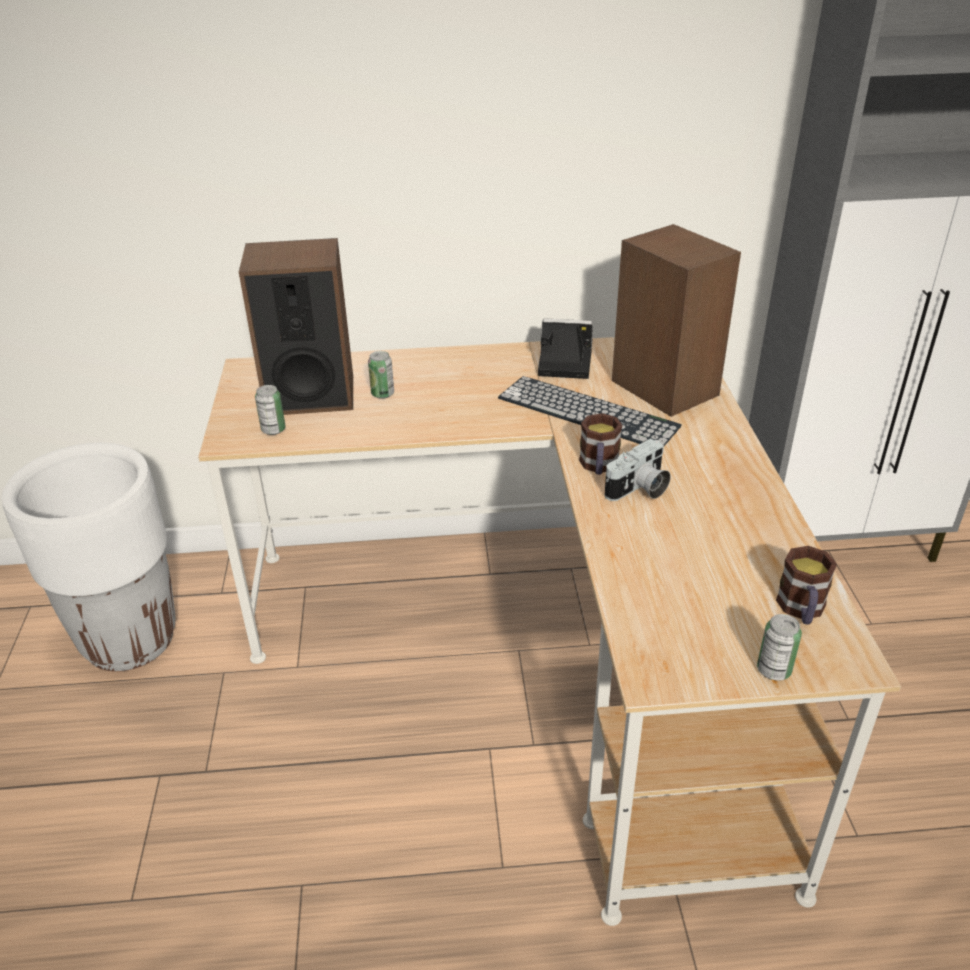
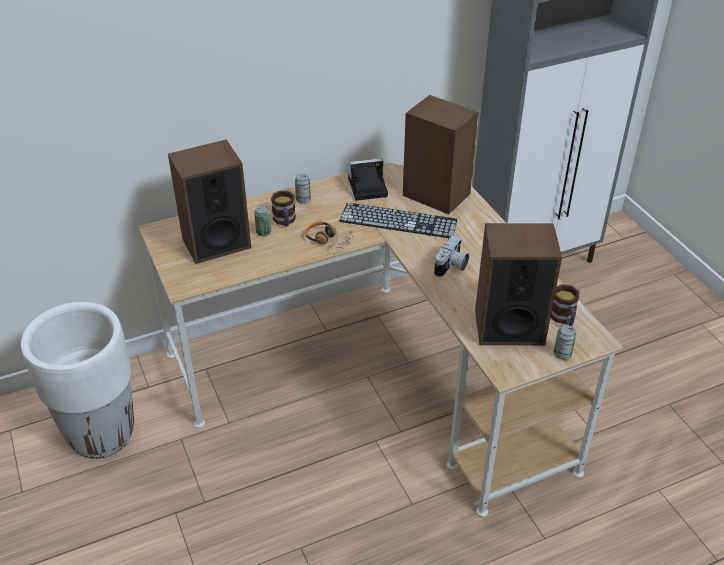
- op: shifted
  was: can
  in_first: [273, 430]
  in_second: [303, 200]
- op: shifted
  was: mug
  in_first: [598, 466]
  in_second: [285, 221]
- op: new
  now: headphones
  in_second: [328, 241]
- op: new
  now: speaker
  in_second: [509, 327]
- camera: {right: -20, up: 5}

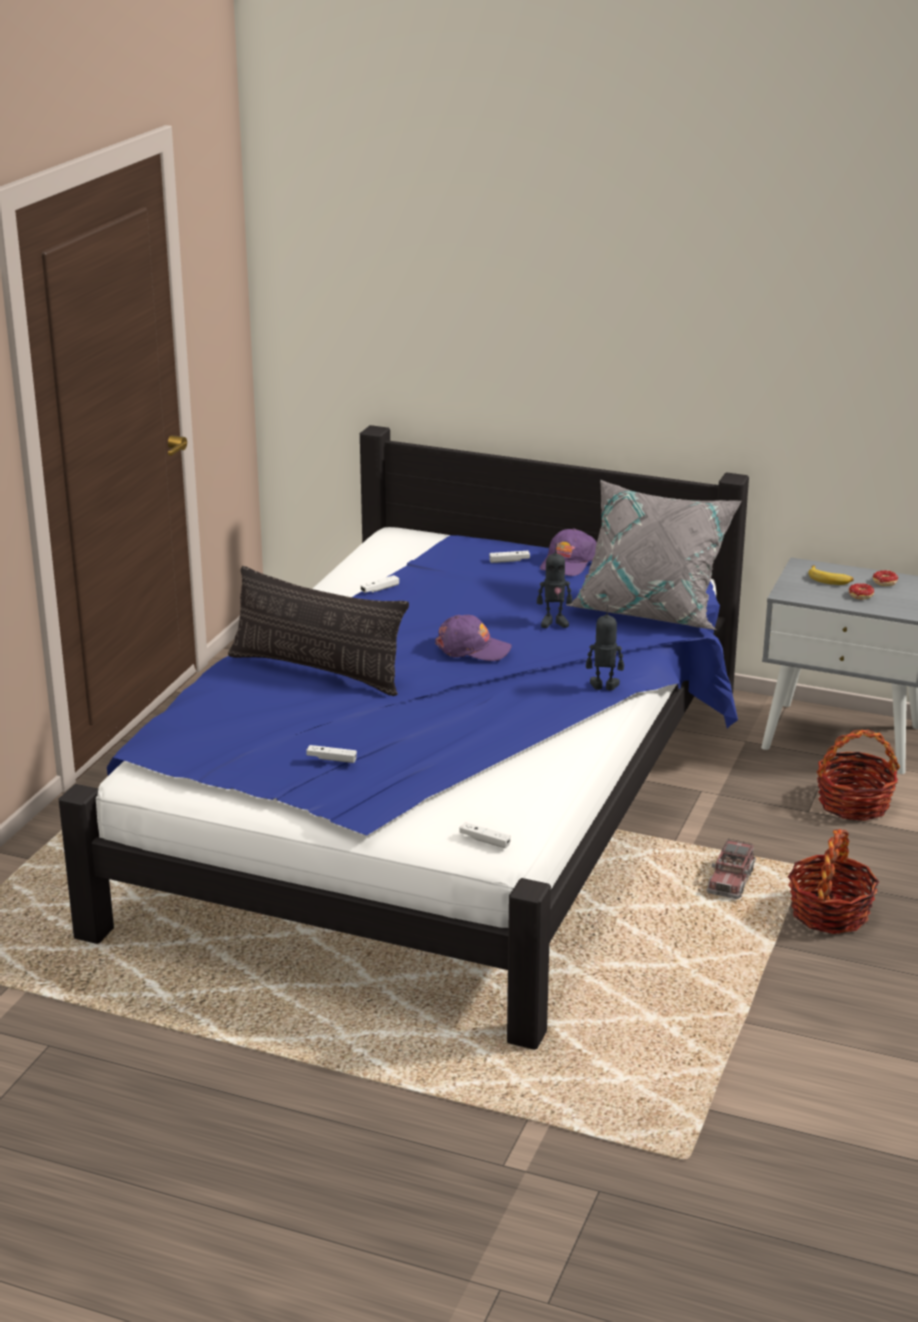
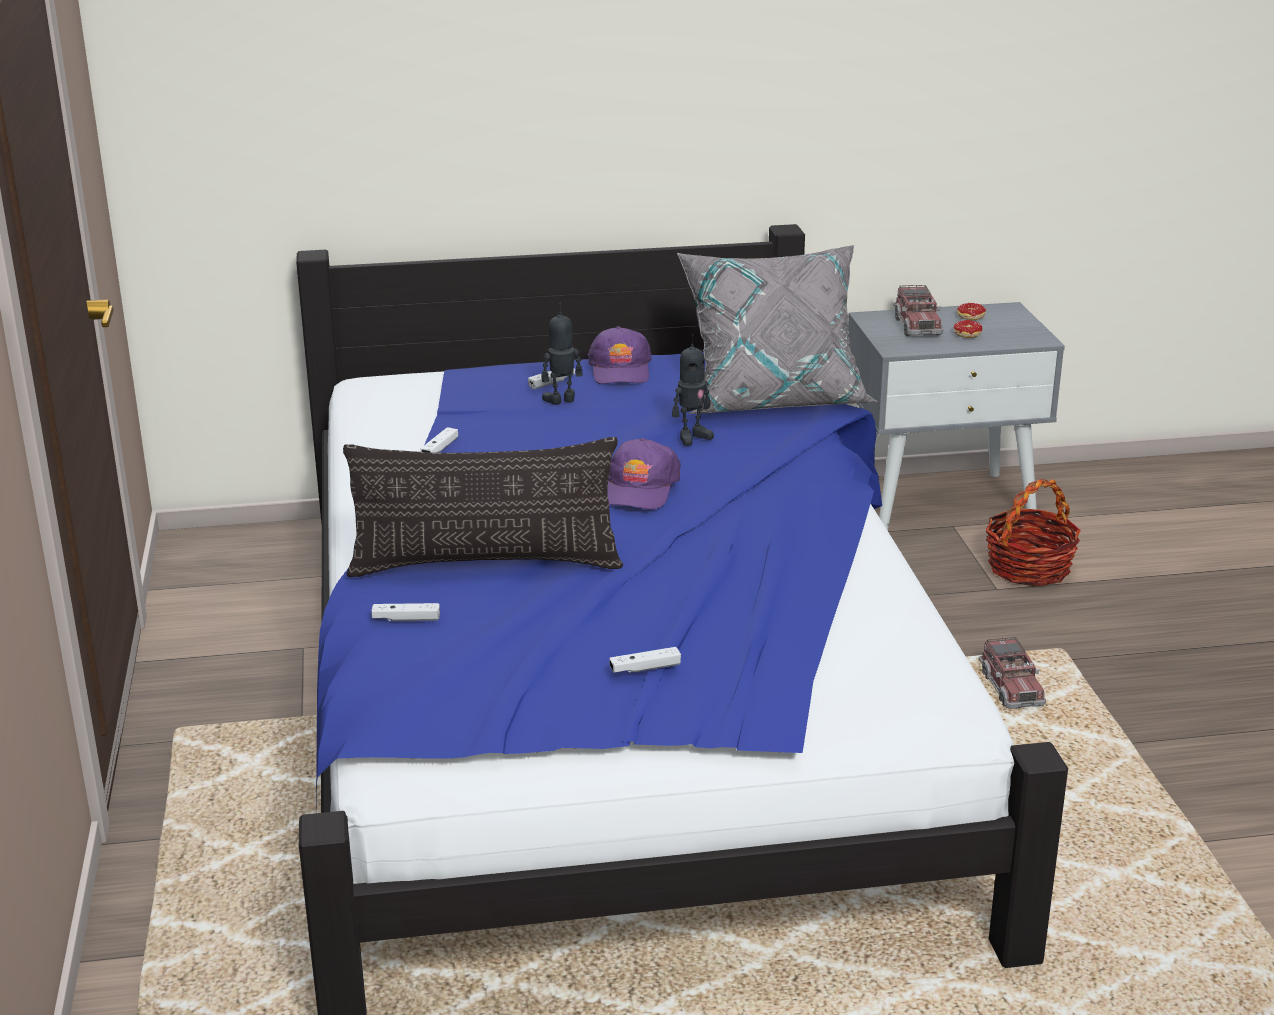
- op: swapped
  was: banana
  now: toy truck
  in_first: [829, 580]
  in_second: [917, 325]
- op: shifted
  was: toy robot
  in_first: [604, 687]
  in_second: [562, 401]
- op: rotated
  was: purple cap
  in_first: [472, 648]
  in_second: [640, 488]
  clockwise: 120
- op: shifted
  was: white game controller
  in_first: [484, 840]
  in_second: [406, 619]
- op: gone
  was: basket
  in_first: [829, 913]
- camera: {right: -30, up: 0}

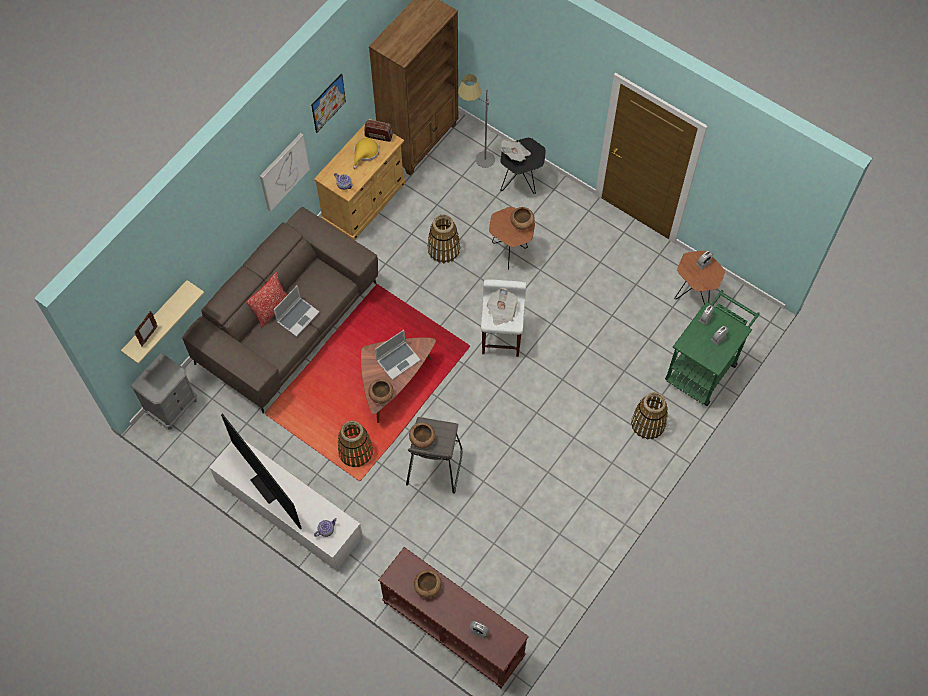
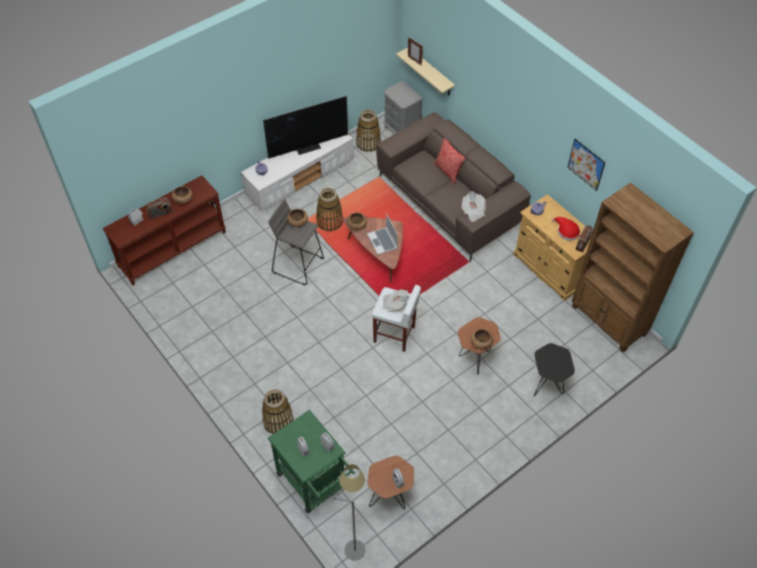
- op: shifted
  was: grey floor lamp
  in_first: [476, 162]
  in_second: [354, 540]
- op: gone
  was: picture
  in_first: [283, 171]
- op: repainted
  was: yellow hat
  now: red hat
  in_first: [365, 153]
  in_second: [566, 231]
- op: shifted
  was: newspaper
  in_first: [515, 155]
  in_second: [473, 211]
- op: shifted
  was: basket
  in_first: [444, 249]
  in_second: [368, 143]
- op: gone
  was: laptop
  in_first: [298, 316]
- op: new
  now: radio
  in_second: [160, 213]
- camera: {right: 105, up: -10}

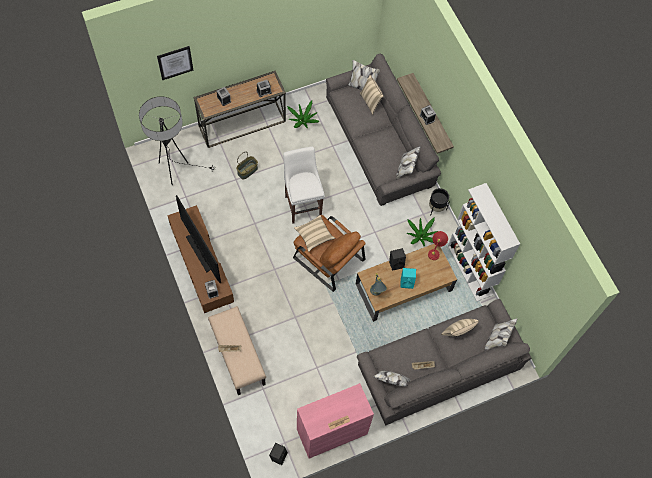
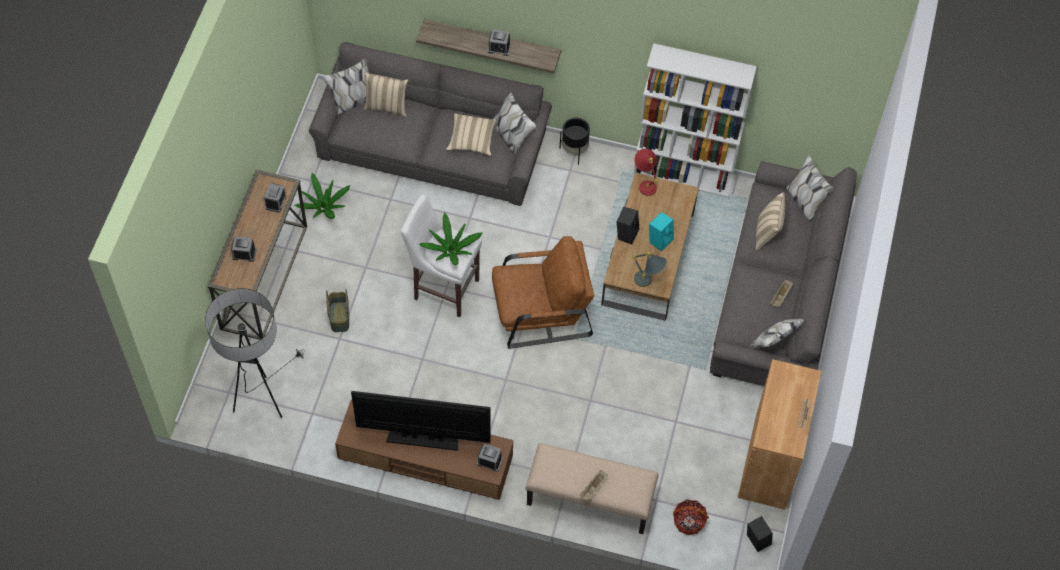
- op: gone
  was: picture
  in_first: [175, 62]
- op: shifted
  was: beige pillow
  in_first: [314, 235]
  in_second: [472, 139]
- op: shifted
  was: potted plant
  in_first: [421, 236]
  in_second: [451, 250]
- op: repainted
  was: pink cabinet
  now: brown cabinet
  in_first: [332, 431]
  in_second: [770, 461]
- op: new
  now: basket
  in_second: [688, 521]
- camera: {right: -50, up: -5}

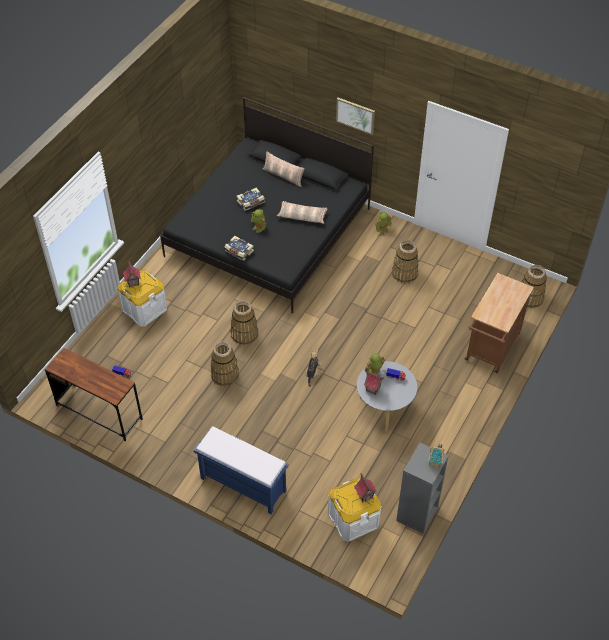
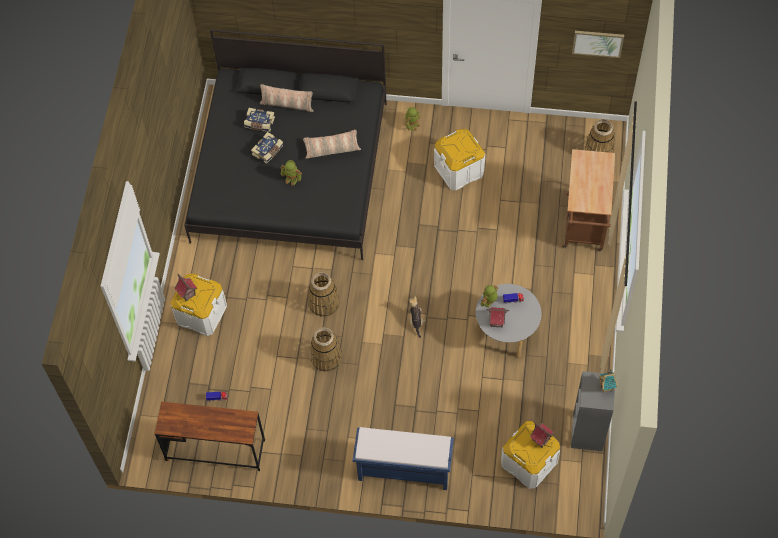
- op: shifted
  was: picture
  in_first: [355, 115]
  in_second: [597, 43]
- op: shifted
  was: book
  in_first: [239, 252]
  in_second: [259, 123]
- op: swapped
  was: basket
  now: white storage box
  in_first: [404, 274]
  in_second: [459, 170]
- camera: {right: -20, up: 10}

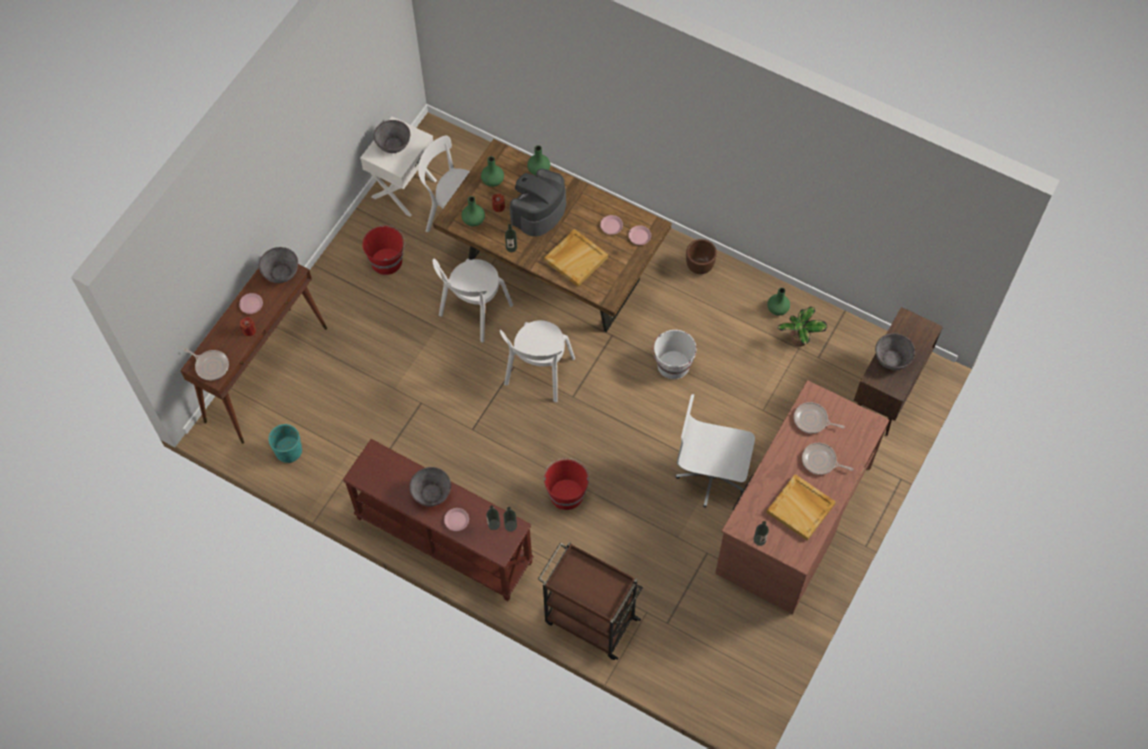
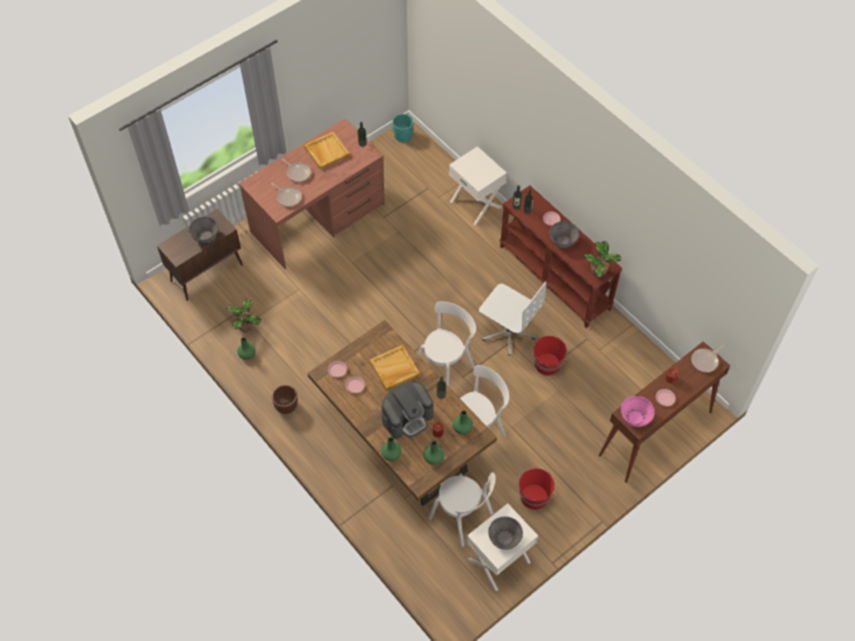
- op: repainted
  was: grey bowl
  now: pink bowl
  in_first: [281, 272]
  in_second: [635, 417]
- op: gone
  was: white bucket
  in_first: [673, 365]
- op: rotated
  was: frying pan
  in_first: [211, 365]
  in_second: [705, 361]
  clockwise: -90
- op: shifted
  was: white office chair
  in_first: [712, 475]
  in_second: [507, 332]
- op: shifted
  was: turquoise planter
  in_first: [288, 451]
  in_second: [403, 135]
- op: shifted
  was: red bucket
  in_first: [566, 493]
  in_second: [547, 364]
- op: swapped
  was: brown cart
  now: white nightstand
  in_first: [589, 620]
  in_second: [476, 204]
- op: new
  now: potted plant
  in_second: [599, 273]
- camera: {right: -160, up: -5}

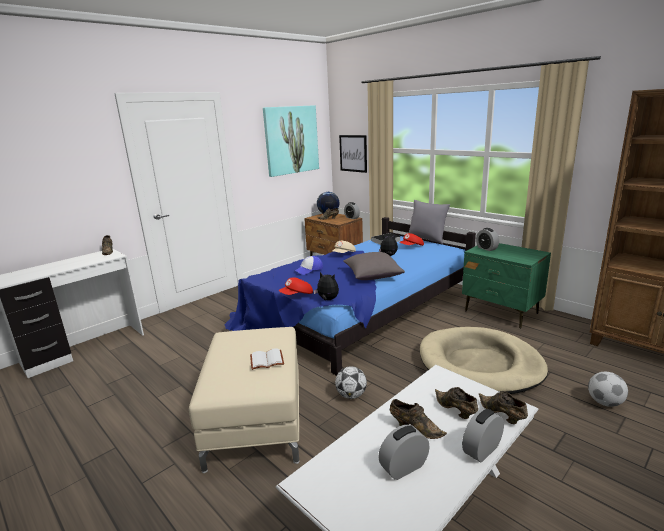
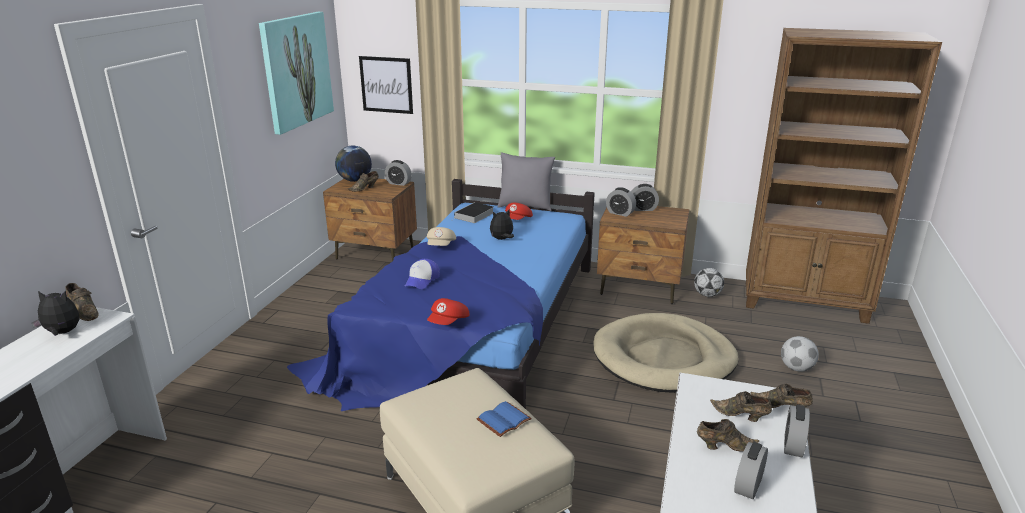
- op: repainted
  was: green nightstand
  now: brown nightstand
  in_first: [501, 312]
  in_second: [639, 288]
- op: gone
  was: grey pillow
  in_first: [372, 276]
- op: shifted
  was: plush toy
  in_first: [327, 300]
  in_second: [62, 333]
- op: repainted
  was: white book
  now: blue book
  in_first: [266, 361]
  in_second: [504, 421]
- op: shifted
  was: football
  in_first: [351, 395]
  in_second: [707, 295]
- op: new
  now: alarm clock
  in_second: [643, 209]
- camera: {right: -30, up: 5}

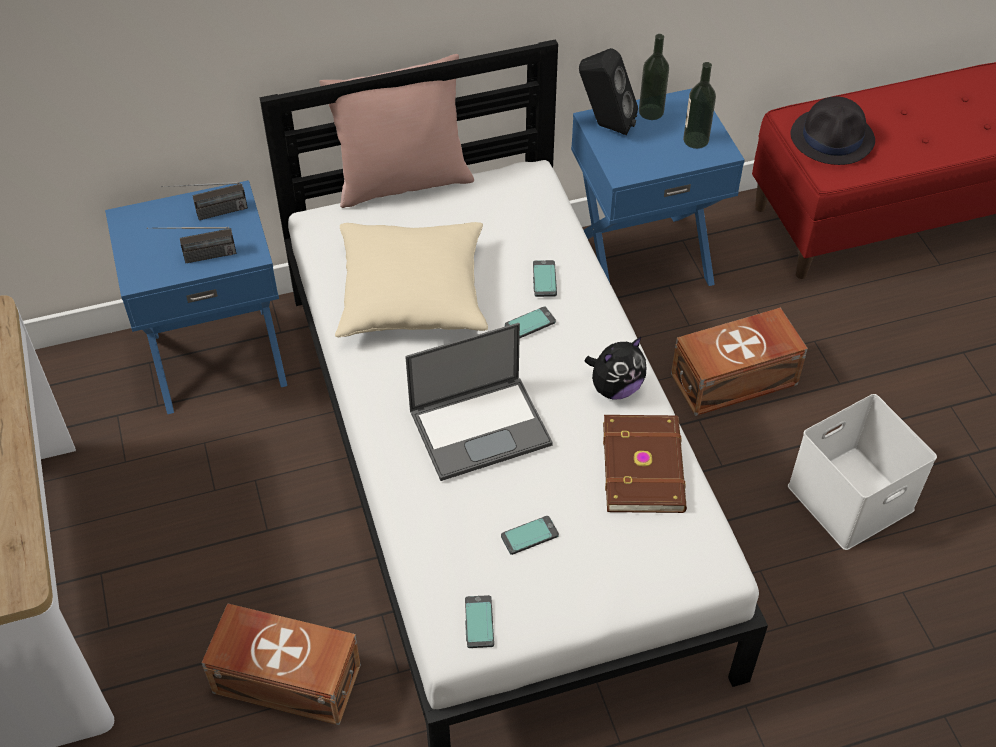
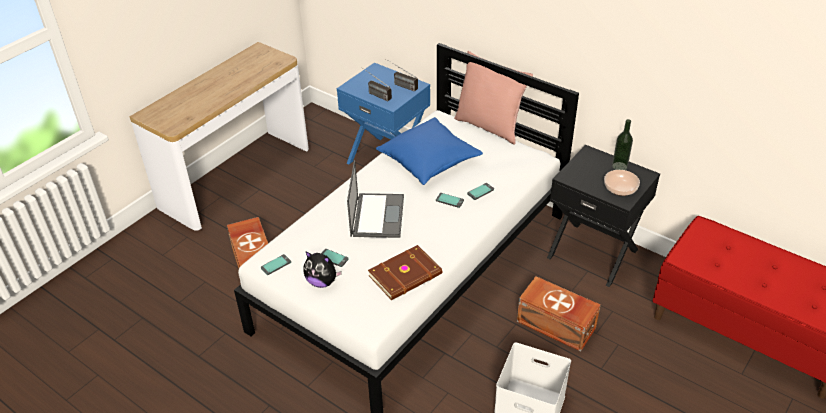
- op: gone
  was: black speaker
  in_first: [605, 125]
- op: swapped
  was: bottle
  now: bowl
  in_first: [696, 140]
  in_second: [620, 189]
- op: repainted
  was: blue nightstand
  now: black nightstand
  in_first: [641, 258]
  in_second: [593, 252]
- op: gone
  was: black hat
  in_first: [833, 138]
- op: repainted
  was: beige pillow
  now: blue pillow
  in_first: [412, 294]
  in_second: [429, 161]
- op: rotated
  was: laptop
  in_first: [481, 426]
  in_second: [377, 215]
  clockwise: -120
- op: shifted
  was: plush toy
  in_first: [615, 387]
  in_second: [322, 282]
- camera: {right: 55, up: -10}

